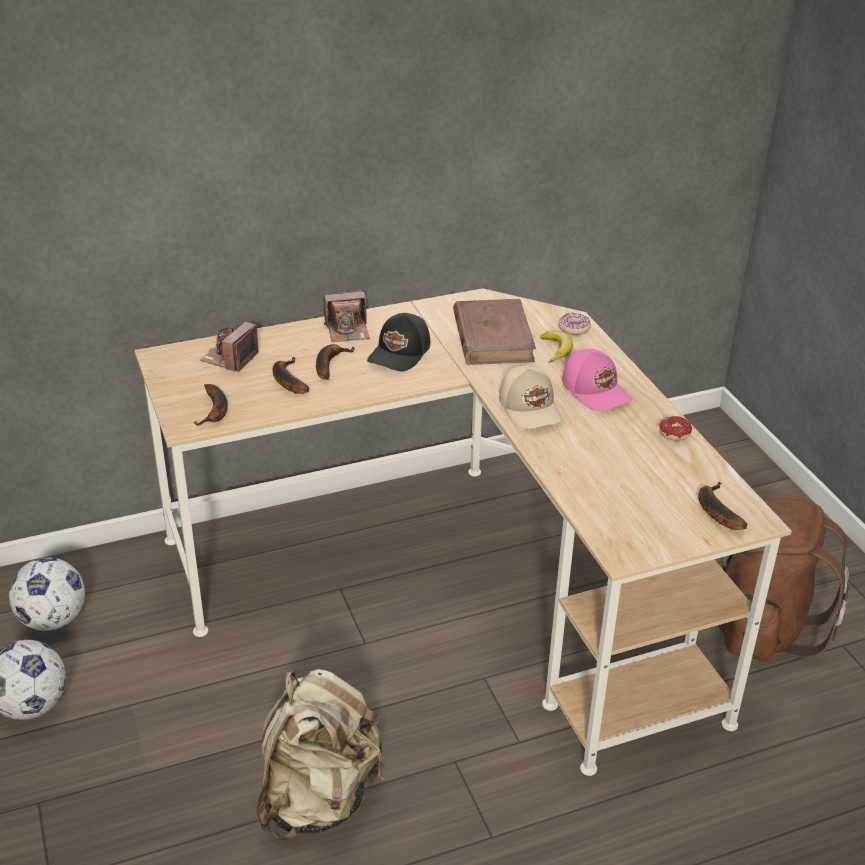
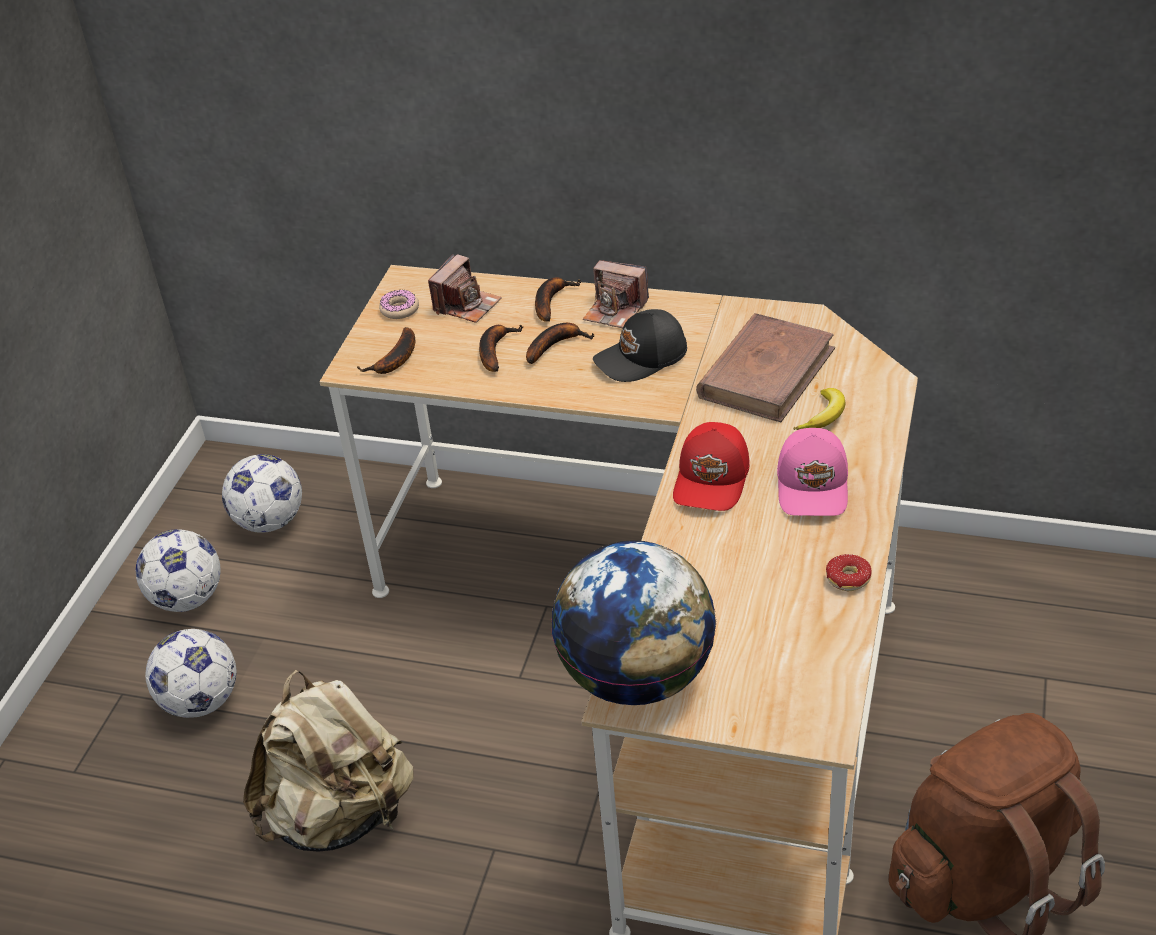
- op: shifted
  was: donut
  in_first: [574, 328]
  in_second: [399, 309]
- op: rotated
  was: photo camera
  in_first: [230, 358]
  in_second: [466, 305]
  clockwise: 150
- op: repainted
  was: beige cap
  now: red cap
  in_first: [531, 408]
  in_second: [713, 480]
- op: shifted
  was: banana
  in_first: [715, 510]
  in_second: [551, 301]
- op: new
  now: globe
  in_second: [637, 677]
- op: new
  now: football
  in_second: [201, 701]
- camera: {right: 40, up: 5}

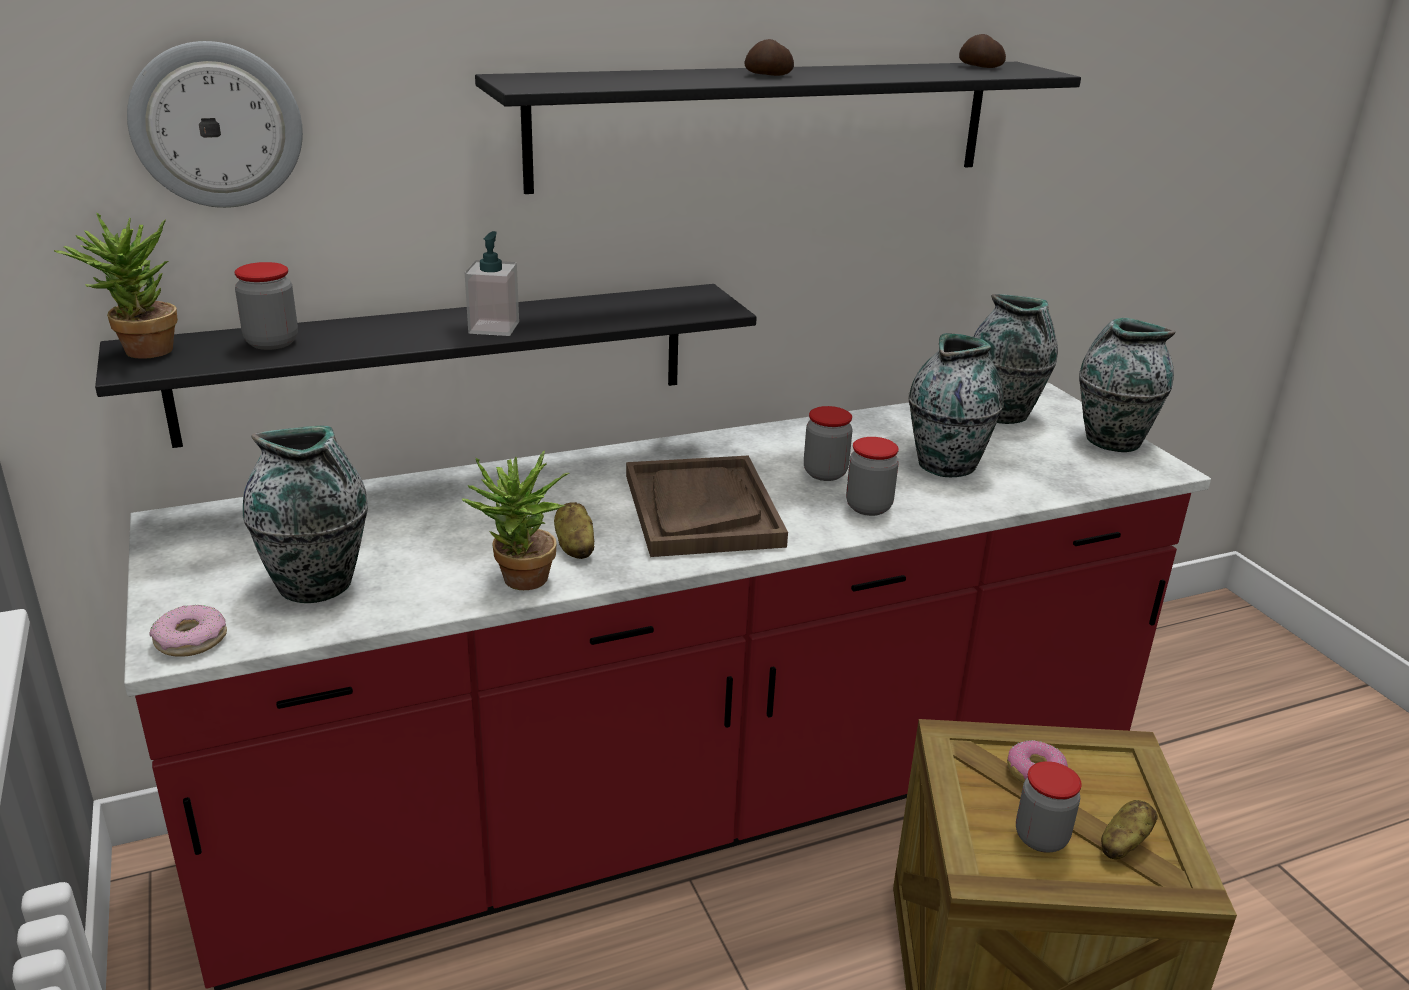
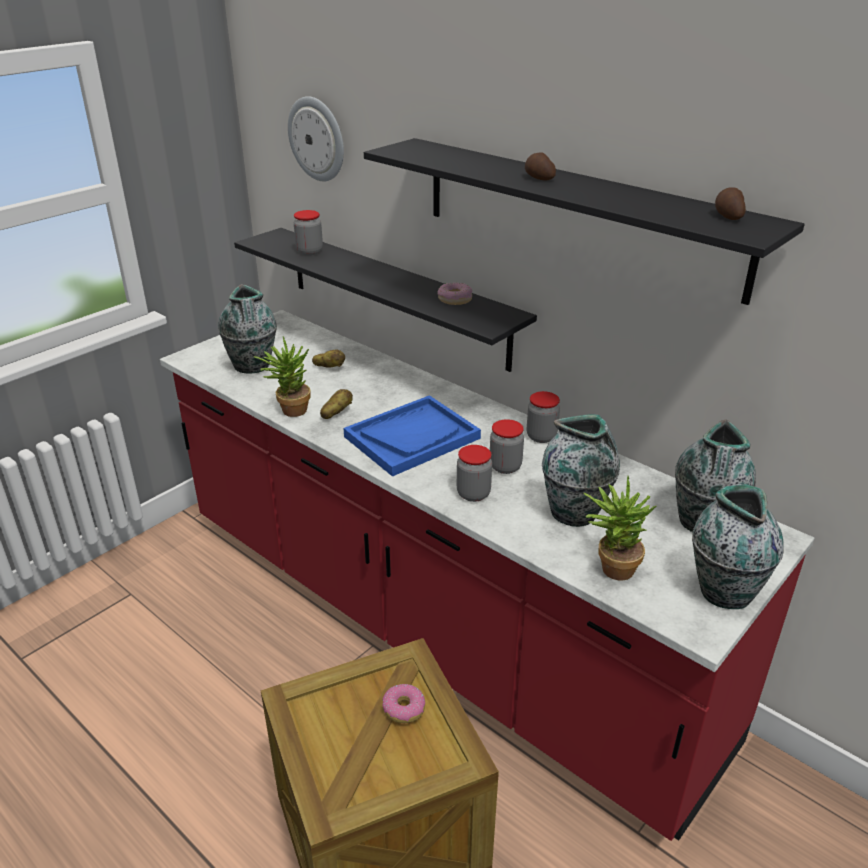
- op: shifted
  was: potted plant
  in_first: [138, 352]
  in_second: [611, 567]
- op: gone
  was: soap dispenser
  in_first: [494, 327]
- op: repainted
  was: brown tray
  now: blue tray
  in_first: [701, 510]
  in_second: [412, 437]
- op: shifted
  was: donut
  in_first: [191, 640]
  in_second: [455, 299]
- op: shifted
  was: jar
  in_first: [1041, 837]
  in_second: [541, 436]
- op: shifted
  was: potato
  in_first: [1123, 844]
  in_second: [329, 367]
- camera: {right: 65, up: 5}

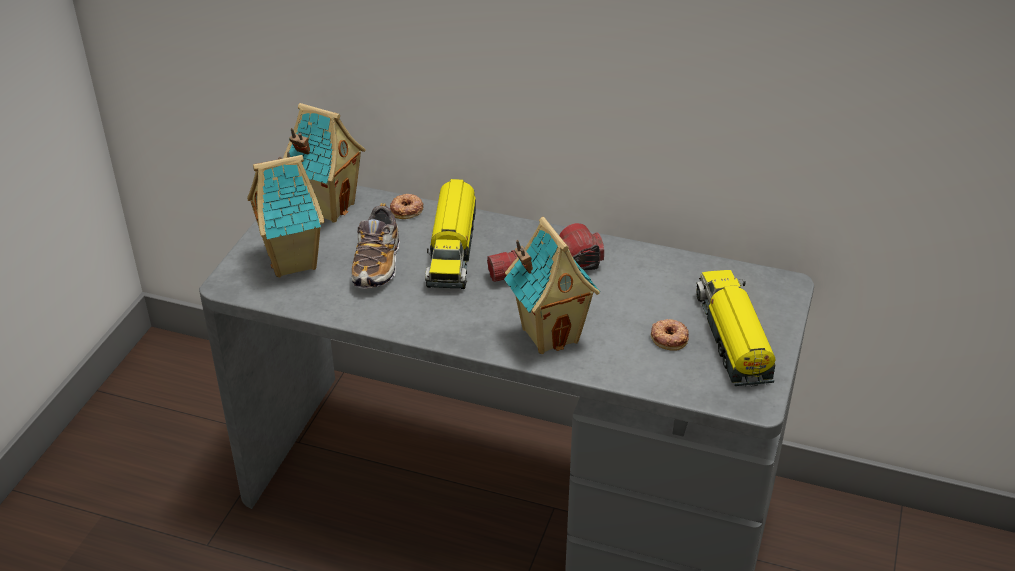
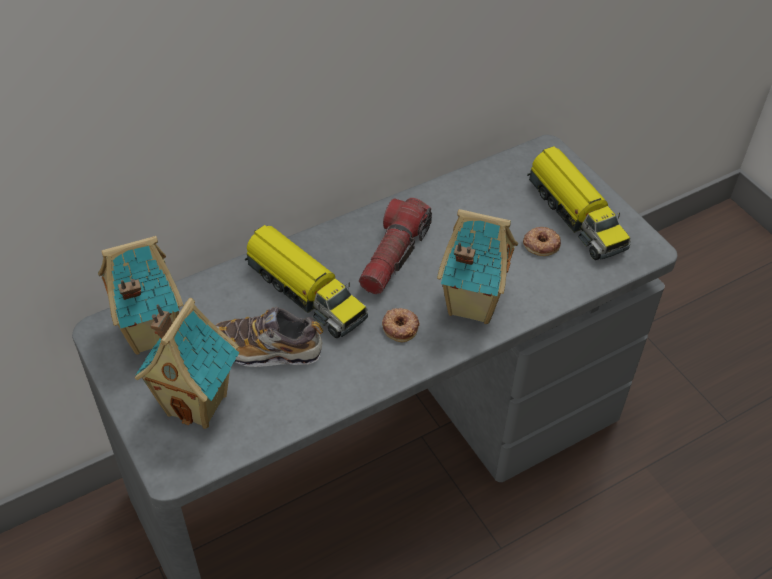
- op: shifted
  was: donut
  in_first: [407, 210]
  in_second: [400, 327]
- op: rotated
  was: shoe
  in_first: [377, 264]
  in_second: [268, 350]
  clockwise: 135
- op: rotated
  was: toy truck
  in_first: [733, 338]
  in_second: [575, 214]
  clockwise: -150
- camera: {right: -50, up: 10}

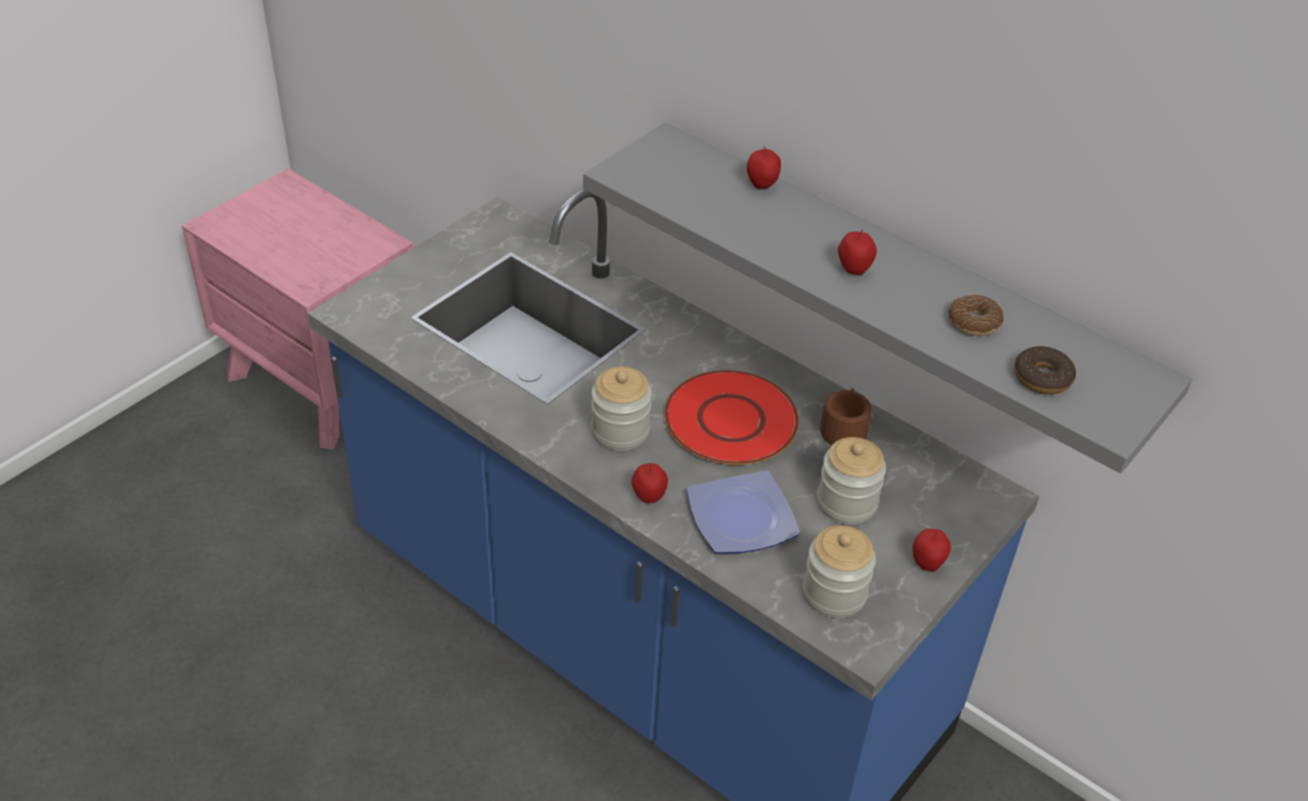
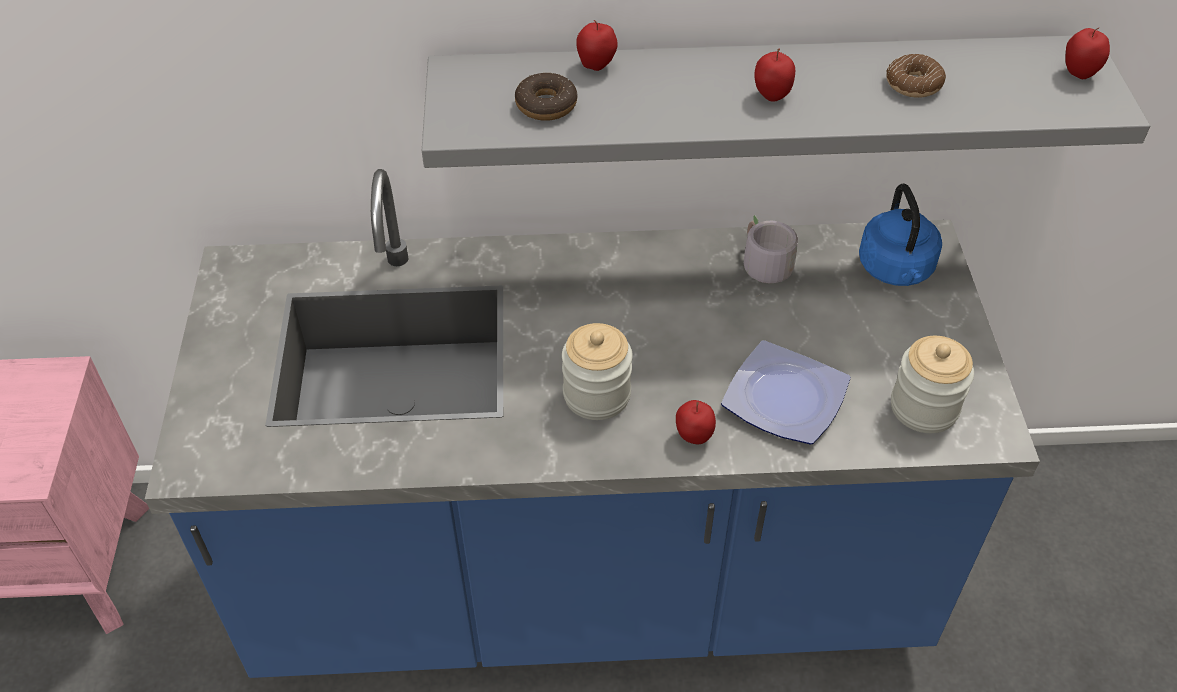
- op: shifted
  was: donut
  in_first: [1042, 377]
  in_second: [546, 105]
- op: gone
  was: red plate
  in_first: [730, 420]
- op: repainted
  was: brown mug
  now: grey mug
  in_first: [840, 430]
  in_second: [761, 265]
- op: gone
  was: jar
  in_first: [846, 503]
- op: shifted
  was: apple
  in_first: [927, 563]
  in_second: [1079, 73]
- op: new
  now: blue kettle
  in_second: [896, 270]
- camera: {right: -40, up: 5}

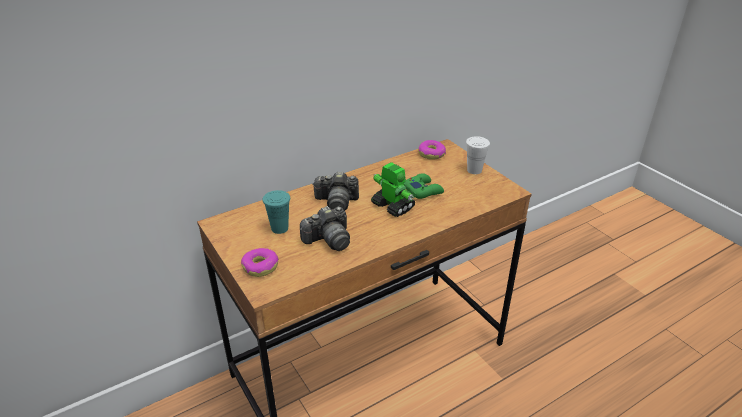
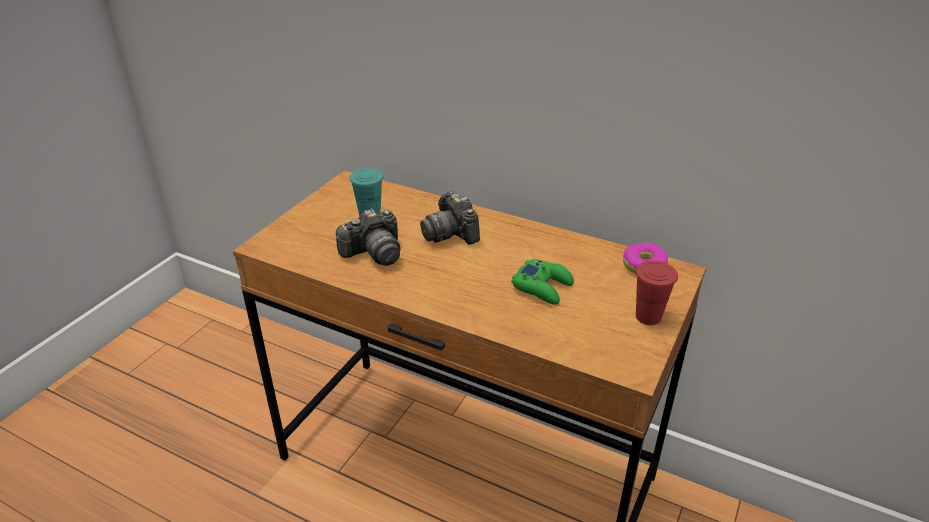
- op: repainted
  was: white cup
  now: red cup
  in_first: [474, 170]
  in_second: [648, 317]
- op: gone
  was: toy robot
  in_first: [392, 206]
- op: rotated
  was: photo camera
  in_first: [328, 240]
  in_second: [374, 253]
  clockwise: -60
- op: gone
  was: donut
  in_first: [260, 267]
- camera: {right: 60, up: 0}

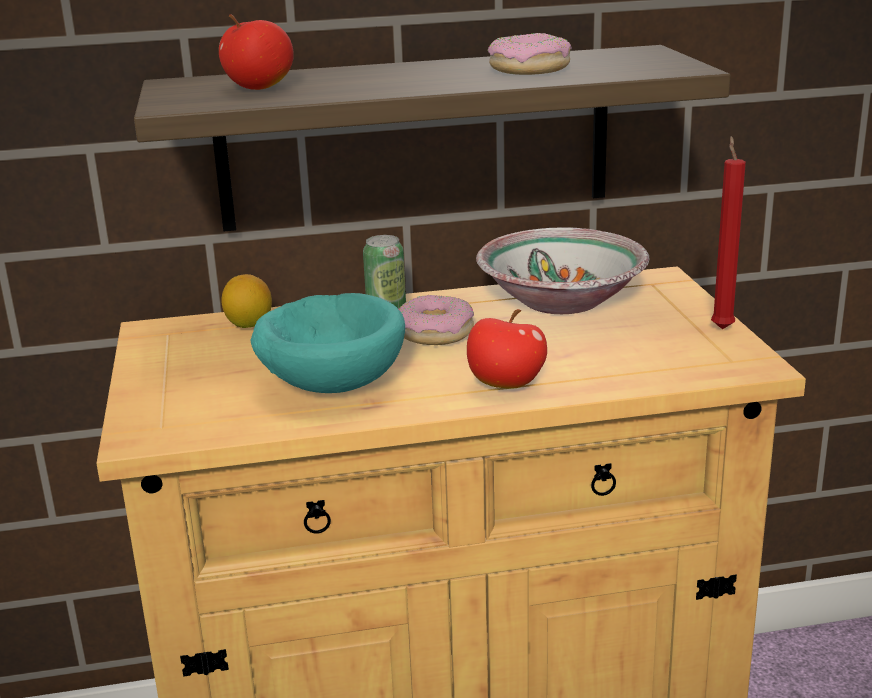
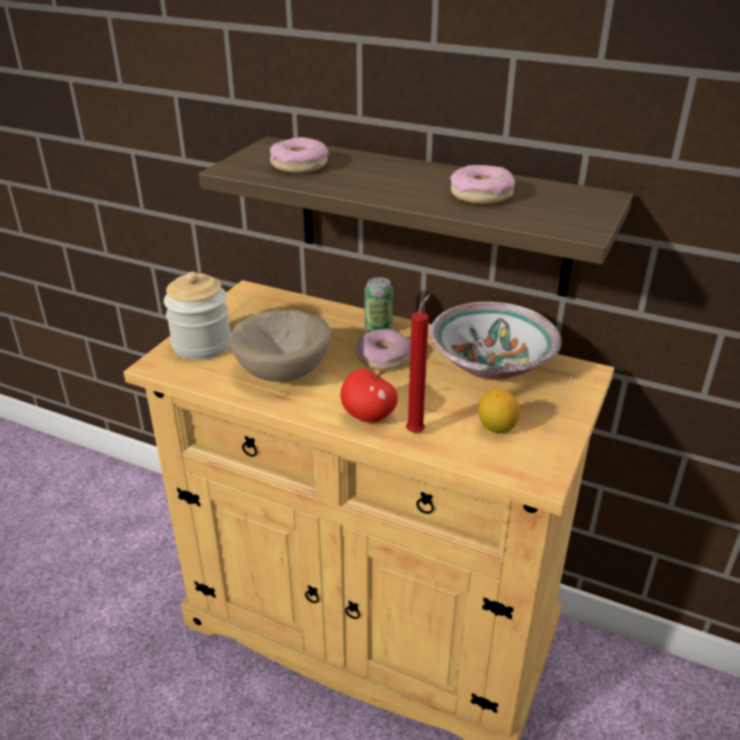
- op: swapped
  was: apple
  now: donut
  in_first: [259, 88]
  in_second: [299, 165]
- op: shifted
  was: red candle
  in_first: [721, 327]
  in_second: [417, 431]
- op: shifted
  was: lemon
  in_first: [249, 325]
  in_second: [497, 428]
- op: repainted
  was: turquoise bowl
  now: beige bowl
  in_first: [333, 382]
  in_second: [284, 370]
- op: new
  now: jar
  in_second: [202, 345]
- camera: {right: 35, up: 10}

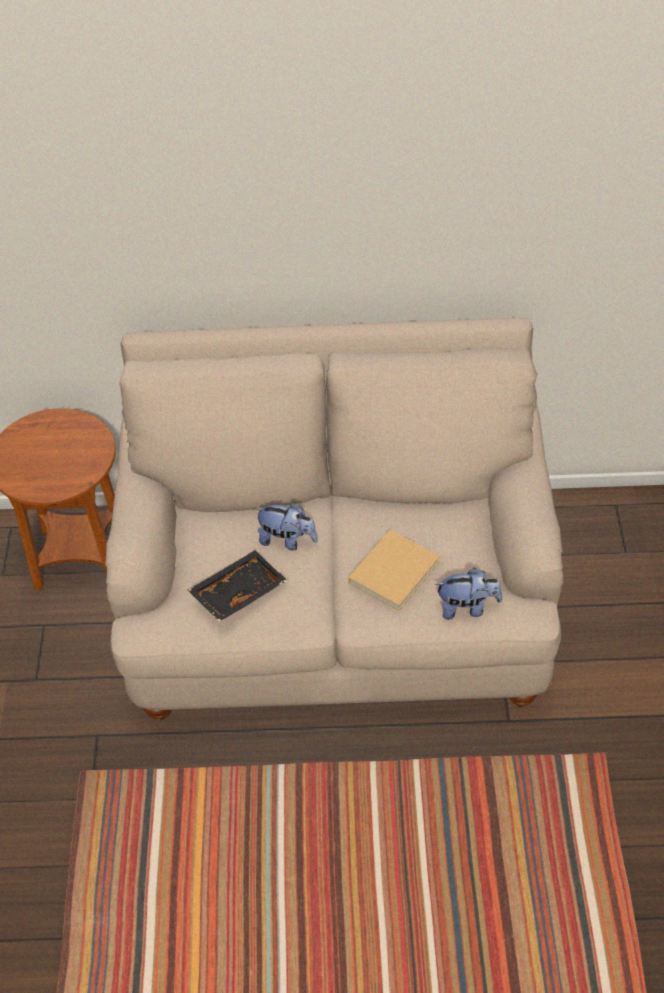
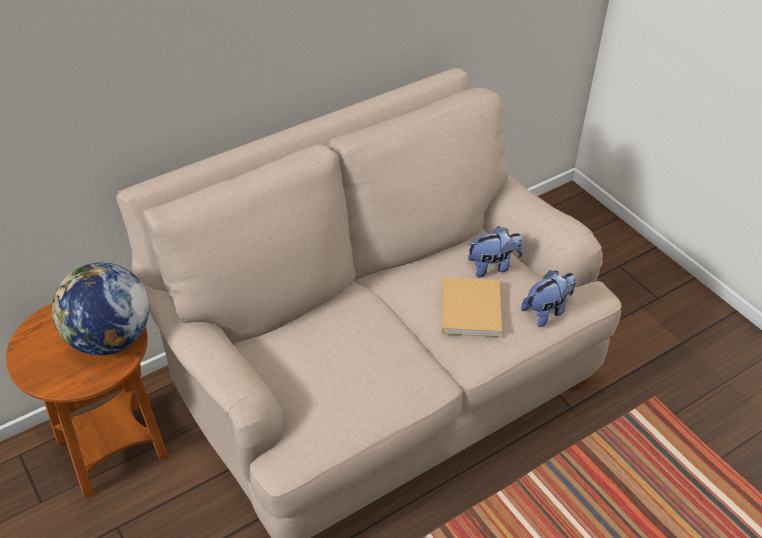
- op: shifted
  was: plush toy
  in_first: [287, 540]
  in_second: [493, 266]
- op: gone
  was: black tray
  in_first: [237, 591]
- op: new
  now: globe
  in_second: [109, 339]
- camera: {right: -35, up: -5}

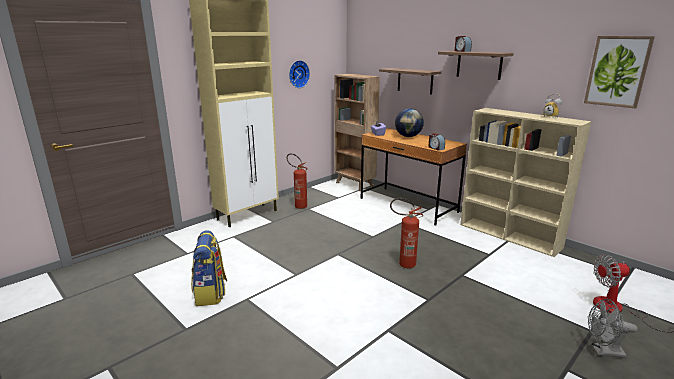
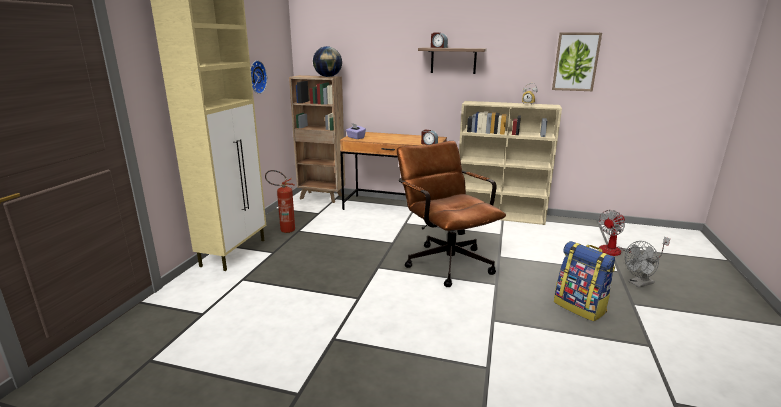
- op: gone
  was: shelf
  in_first: [415, 81]
- op: shifted
  was: globe
  in_first: [408, 136]
  in_second: [328, 76]
- op: swapped
  was: fire extinguisher
  now: brown office chair
  in_first: [403, 264]
  in_second: [445, 260]
- op: shifted
  was: backpack
  in_first: [211, 293]
  in_second: [580, 307]
- camera: {right: -30, up: 0}

